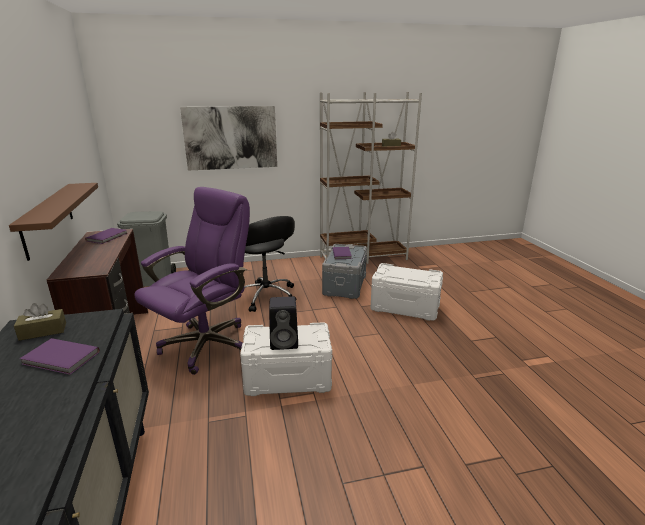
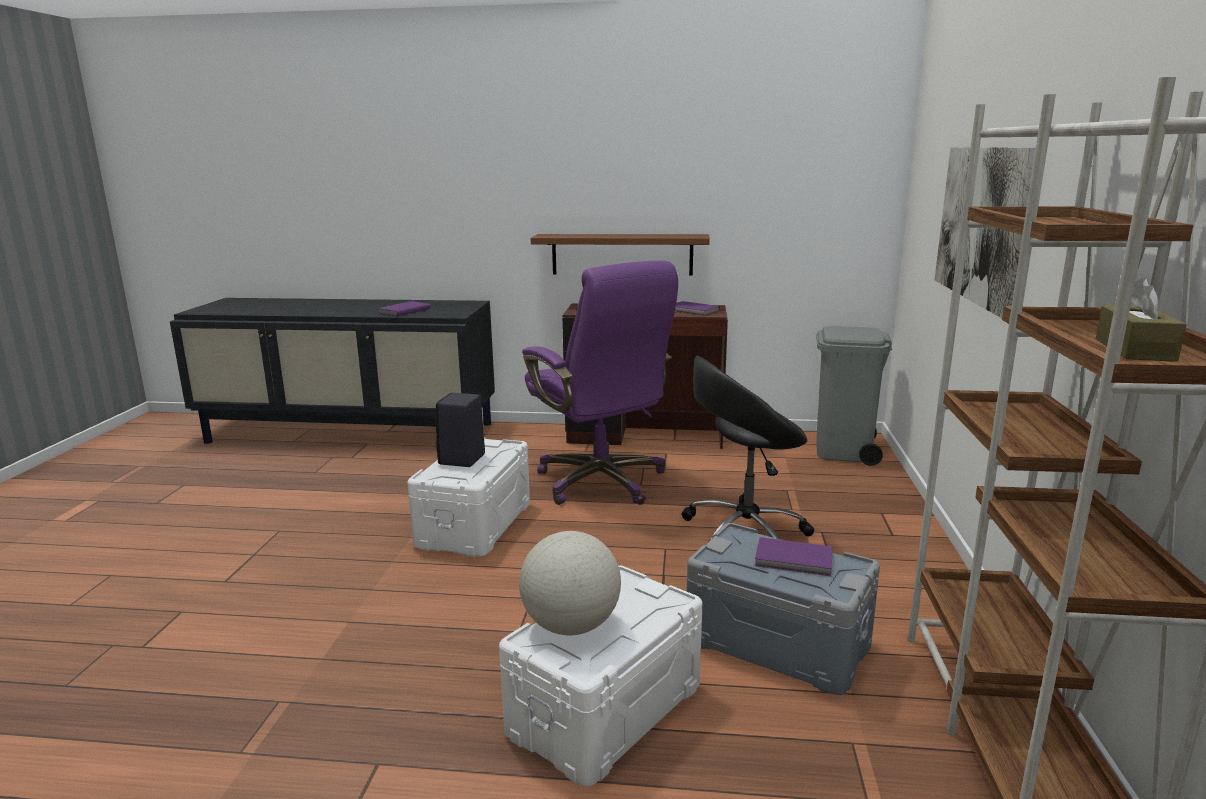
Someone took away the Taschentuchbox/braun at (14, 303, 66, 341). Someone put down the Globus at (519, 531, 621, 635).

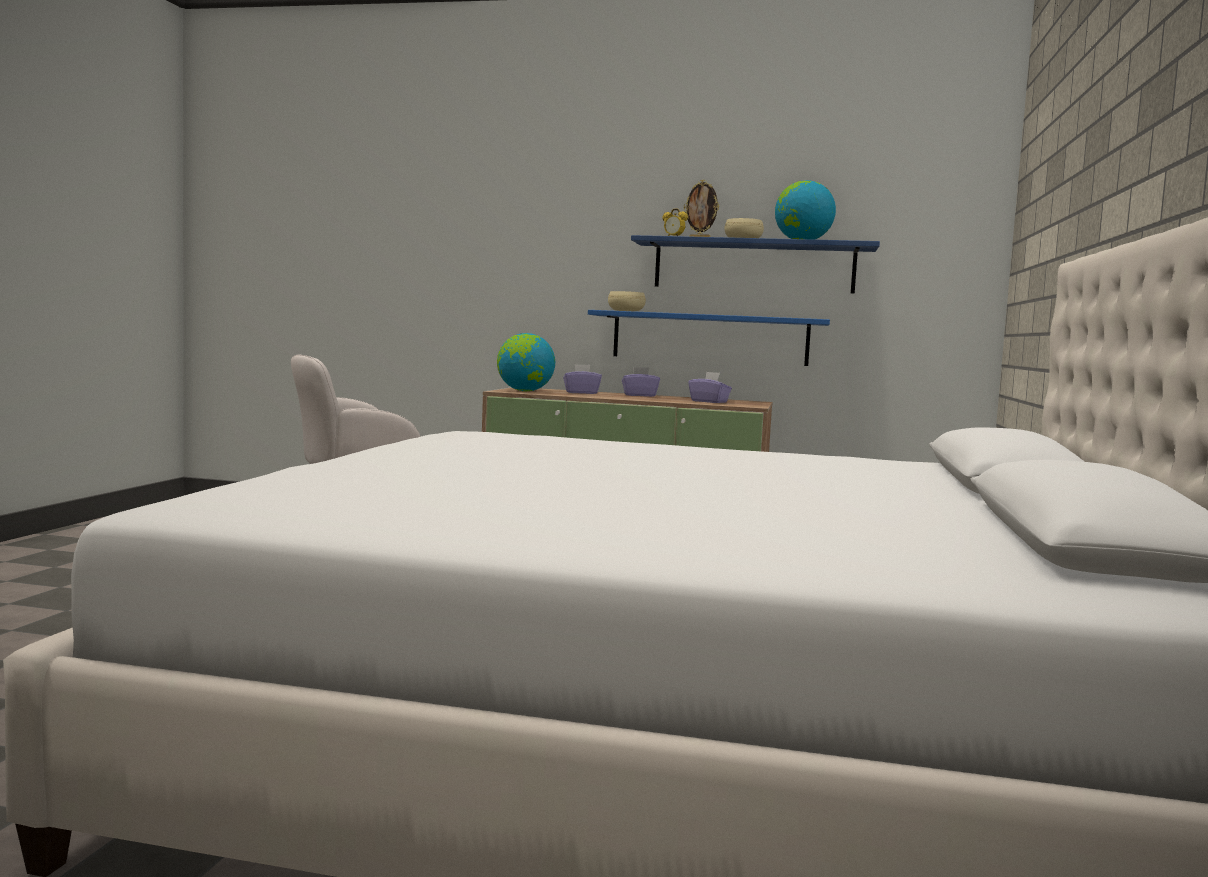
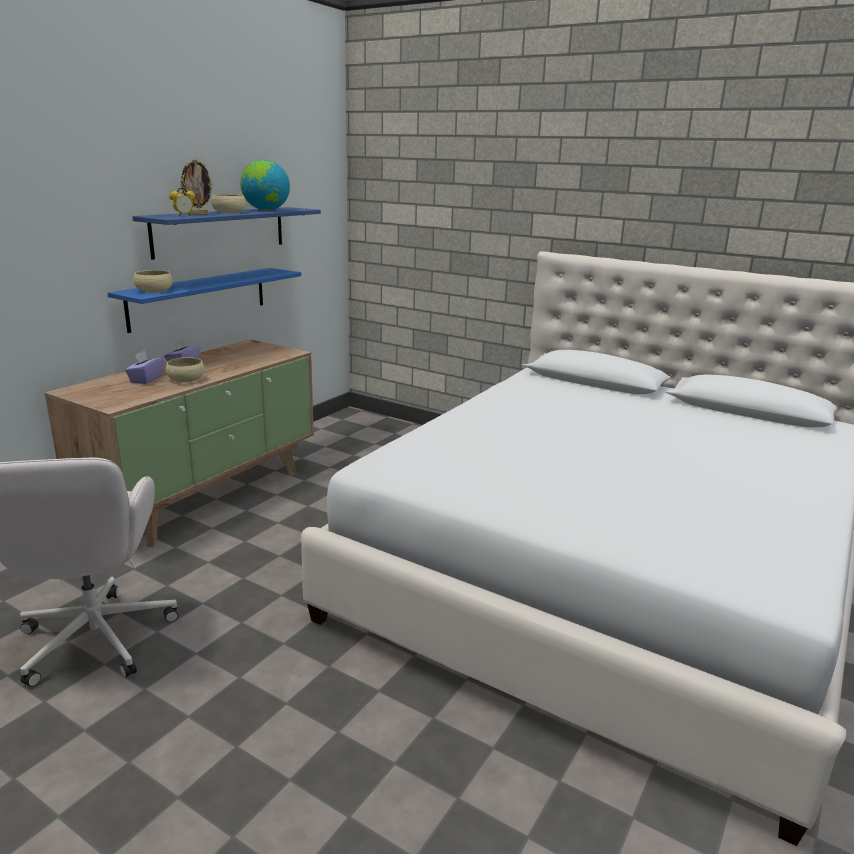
Someone took away the Globus at (497, 333, 555, 391). Someone took away the Taschentuchbox/lila at (688, 372, 732, 403). Someone put down the Schüssel/beige at (166, 357, 205, 382).

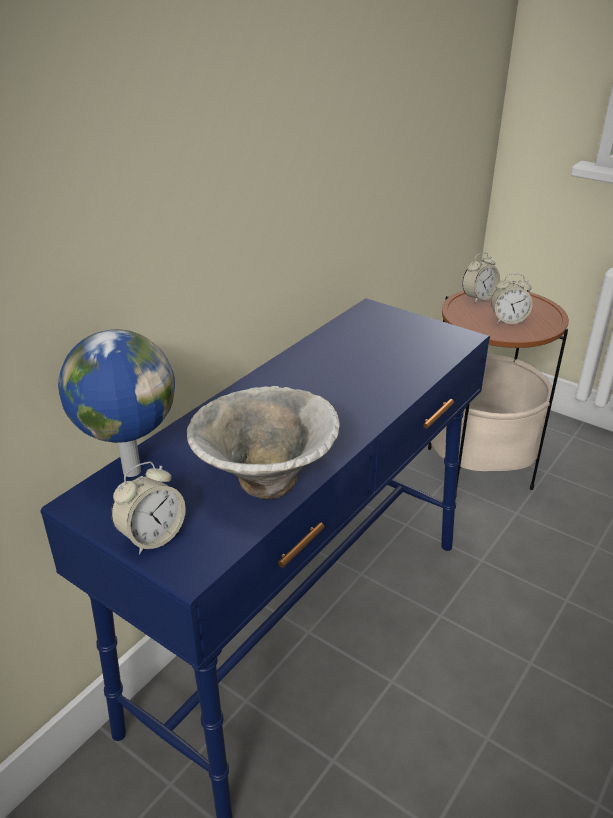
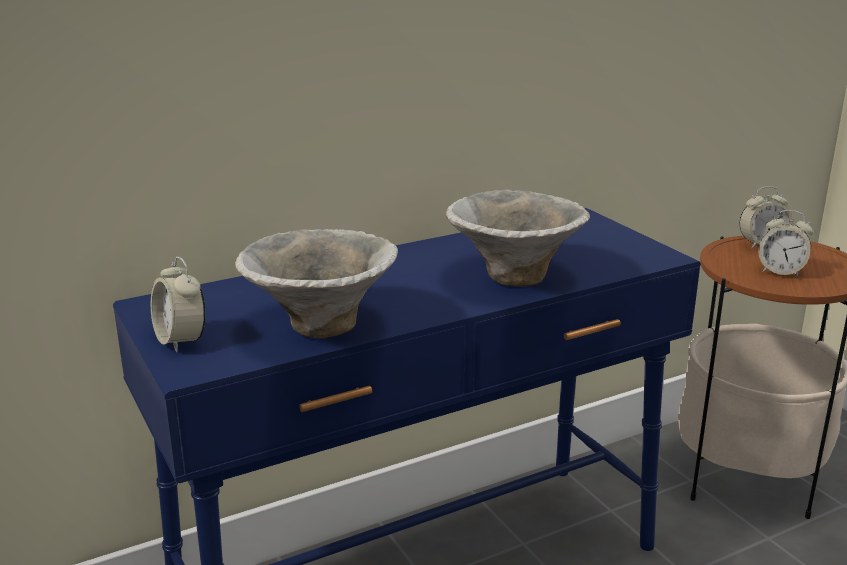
Someone took away the Globus at (58, 329, 175, 477). Someone put down the Schüssel at (446, 189, 590, 286). Someone rotated the Wecker at (111, 461, 186, 554) by 75 degrees clockwise.

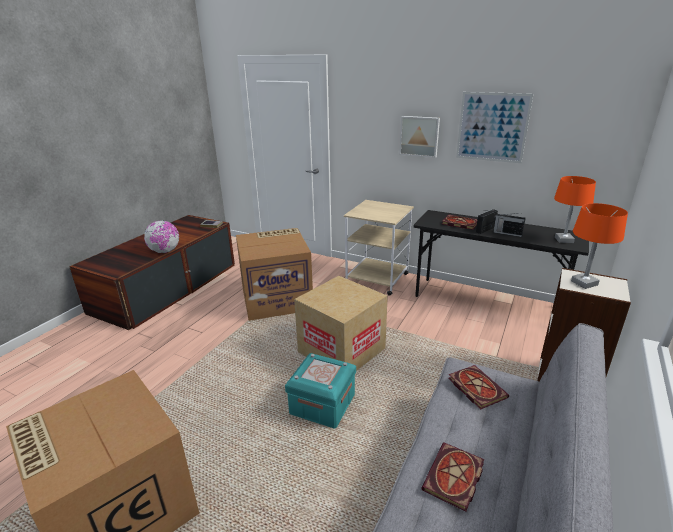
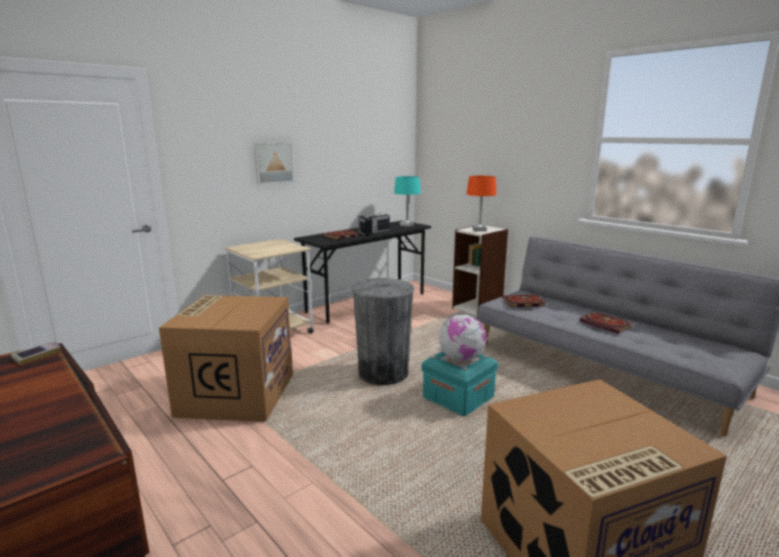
Someone took away the Bild at (456, 92, 533, 163). Someone carried the Globus from (144, 220, 179, 253) to (439, 314, 487, 362). Someone swapped the Karton at (294, 276, 388, 371) for the Mülleimer/grau at (352, 278, 414, 385). Someone repainted the Tischlampe/orange at (554, 176, 596, 243), which became the Tischlampe/türkis at (394, 176, 421, 227).

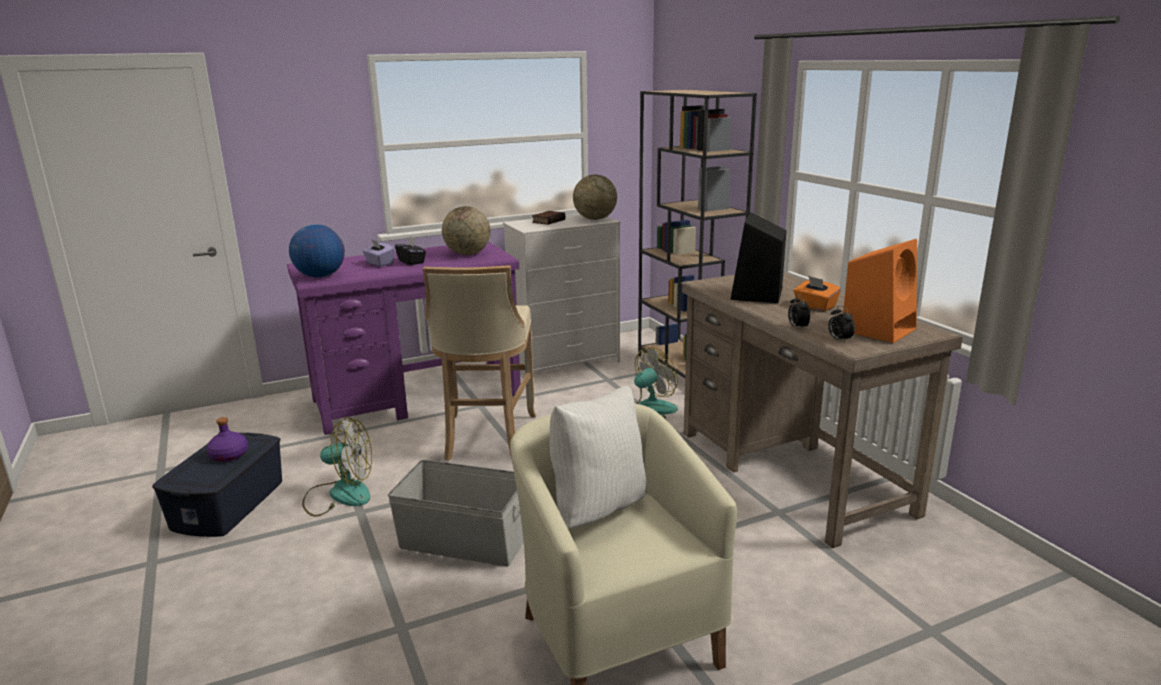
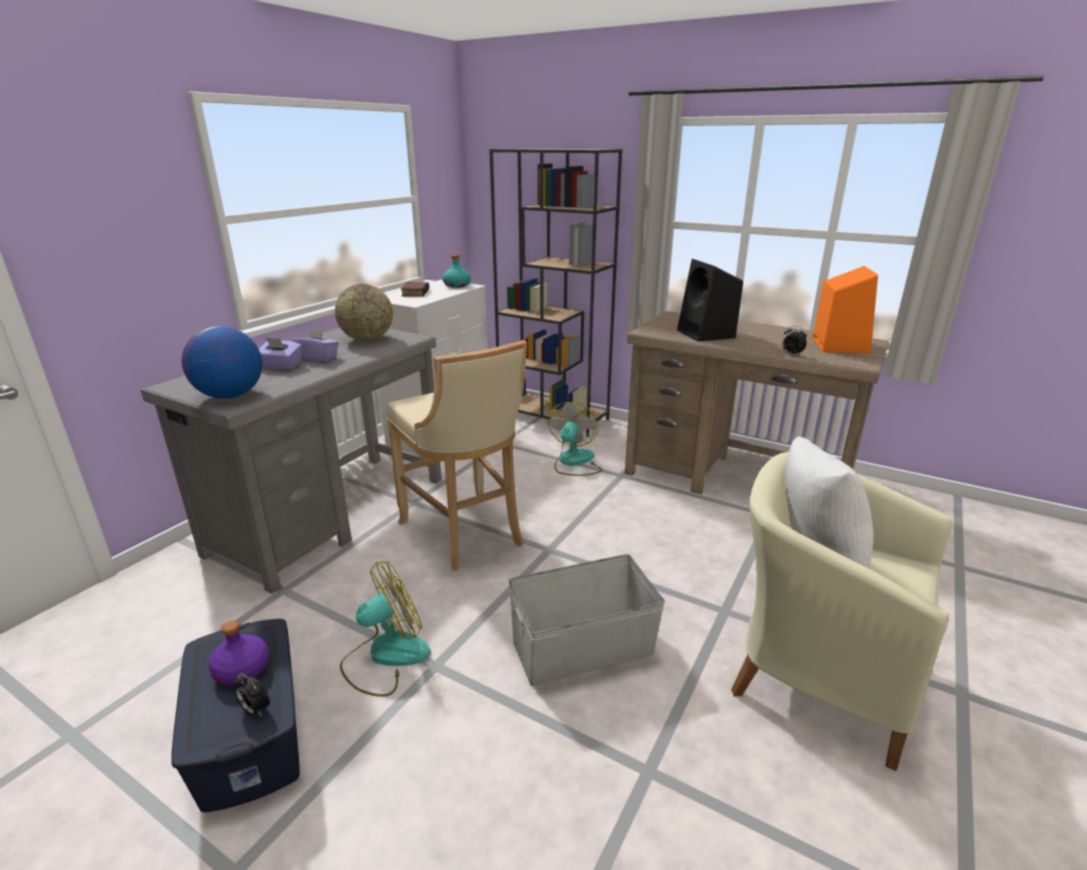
Someone took away the Taschentuchbox/orange at (794, 276, 841, 311). Someone carried the Wecker from (828, 306, 855, 342) to (233, 673, 270, 717). Someone swapped the Globus at (573, 175, 617, 220) for the Flasche/türkis at (442, 255, 471, 288). Someone repainted the Schreibtisch/lila at (287, 241, 521, 435), which became the Schreibtisch/grau at (141, 328, 441, 593). Someone repainted the Taschentuchbox/schwarz at (395, 237, 426, 265), which became the Taschentuchbox/lila at (292, 328, 339, 362).

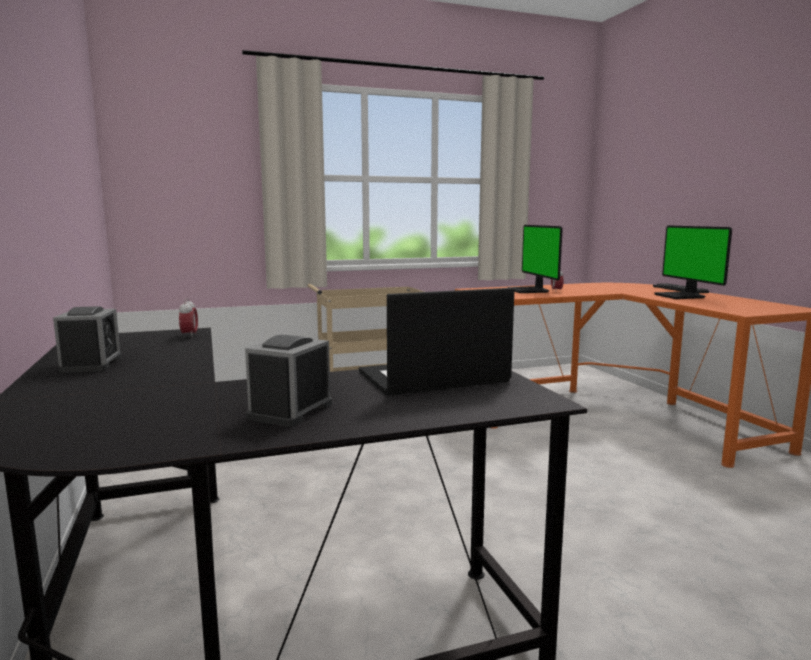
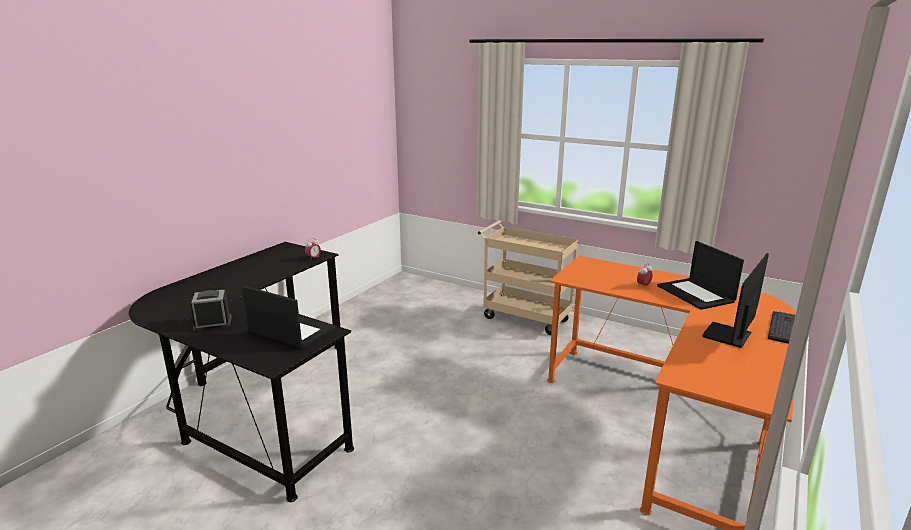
Someone took away the Wecker at (53, 306, 121, 373). Someone took away the Monitor at (507, 225, 563, 293). Someone put down the Laptop at (657, 241, 744, 310).

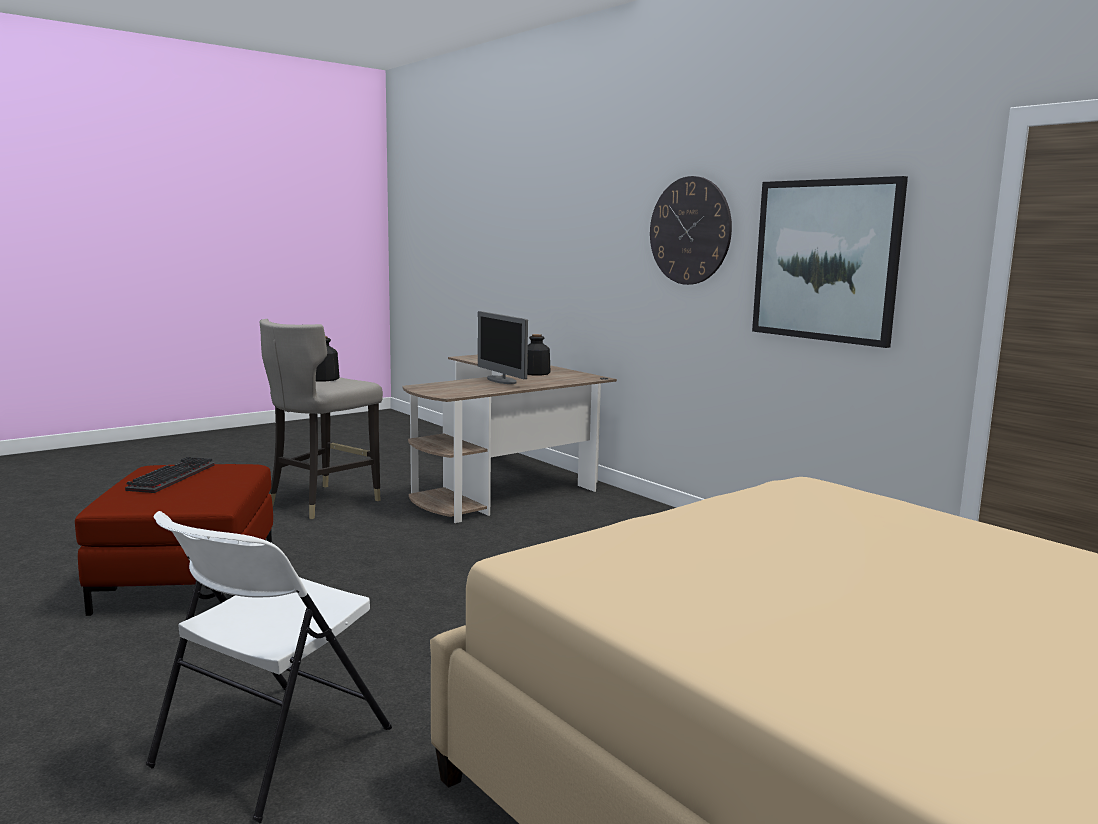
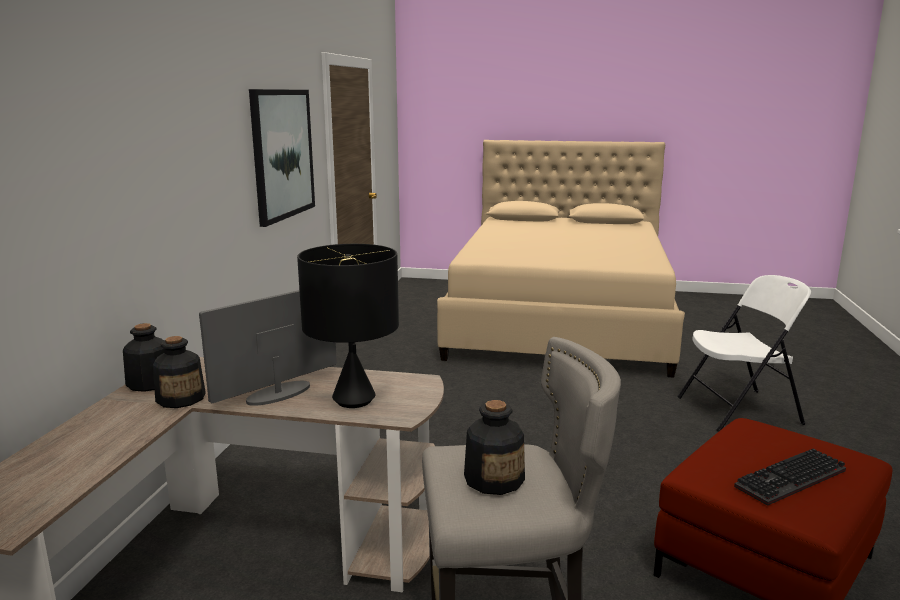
Someone took away the Wanduhr at (650, 176, 732, 285). Someone put down the Flasche at (123, 323, 164, 392). Someone put down the Tischlampe/schwarz at (297, 244, 399, 408). Someone rotated the Monitor at (478, 311, 528, 384) by 150 degrees counterclockwise.

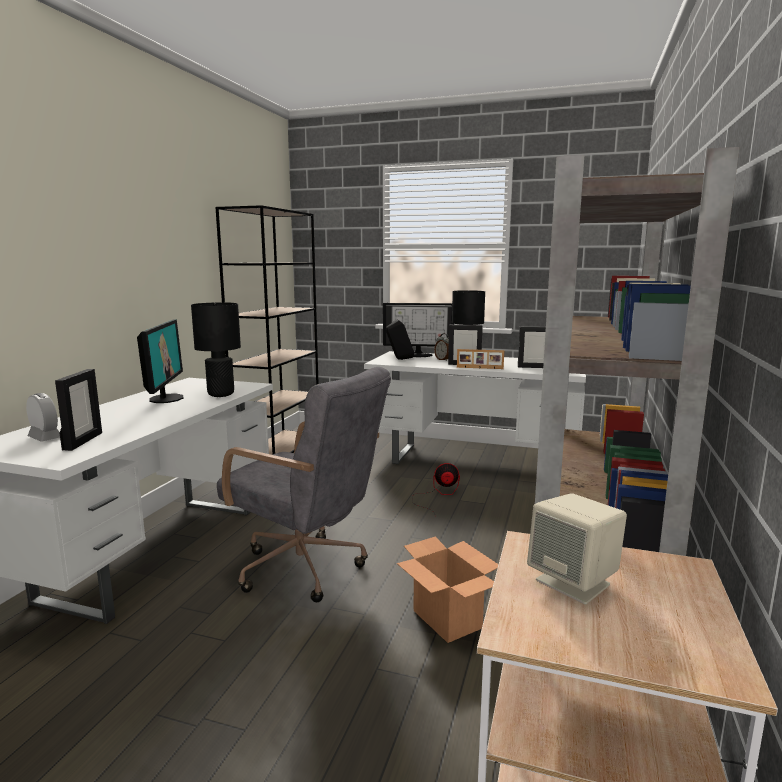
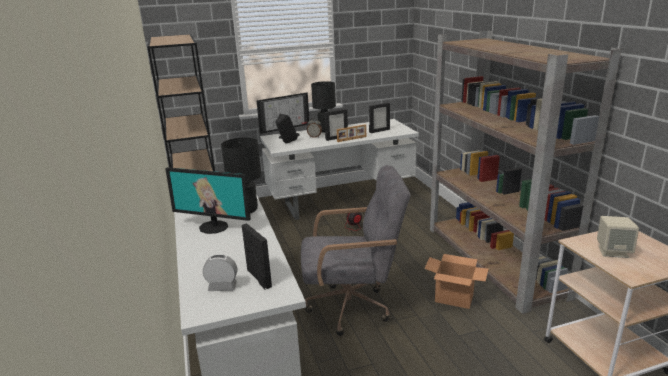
Someone rotated the Monitor at (137, 319, 184, 403) by 150 degrees clockwise.

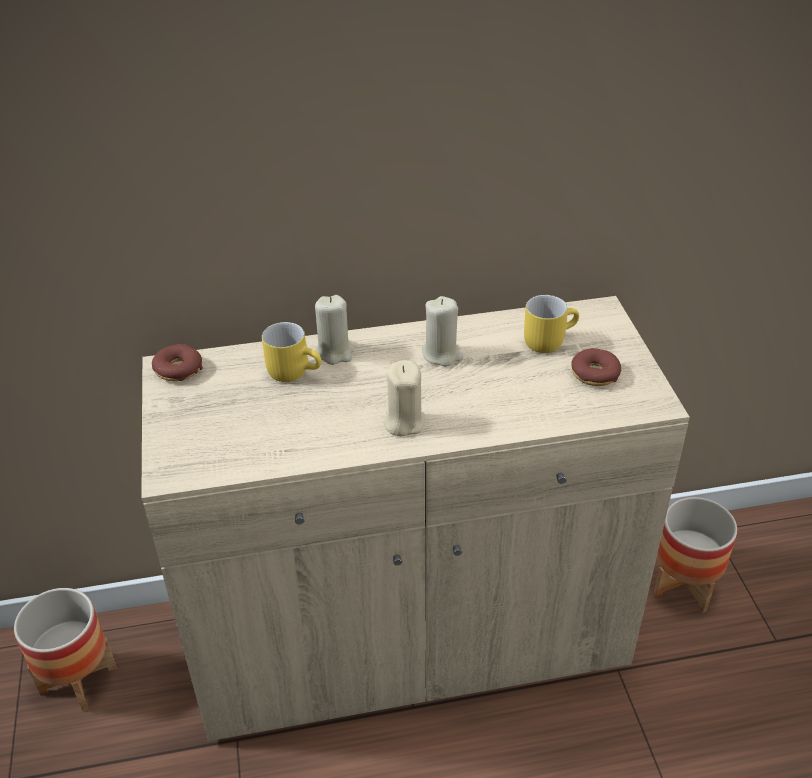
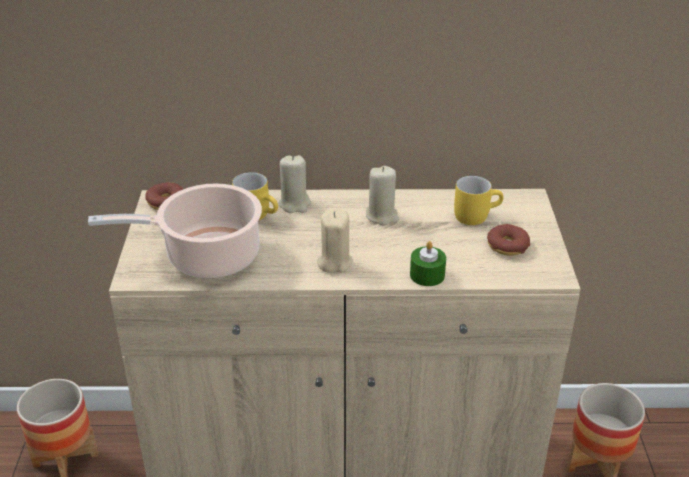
Someone put down the Kochtopf at (88, 183, 262, 278). Someone put down the Kerze/grün at (410, 241, 446, 286).

